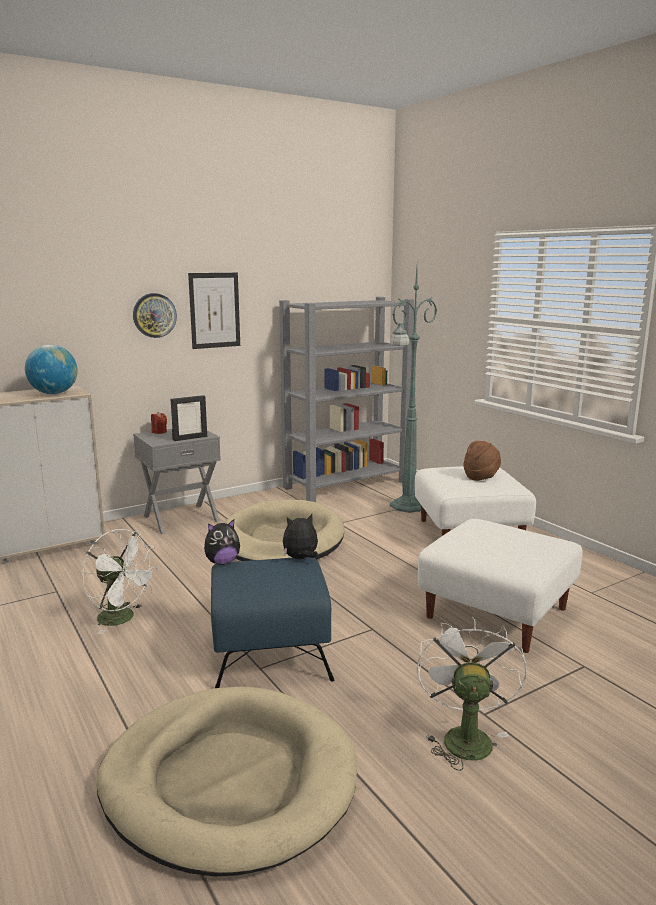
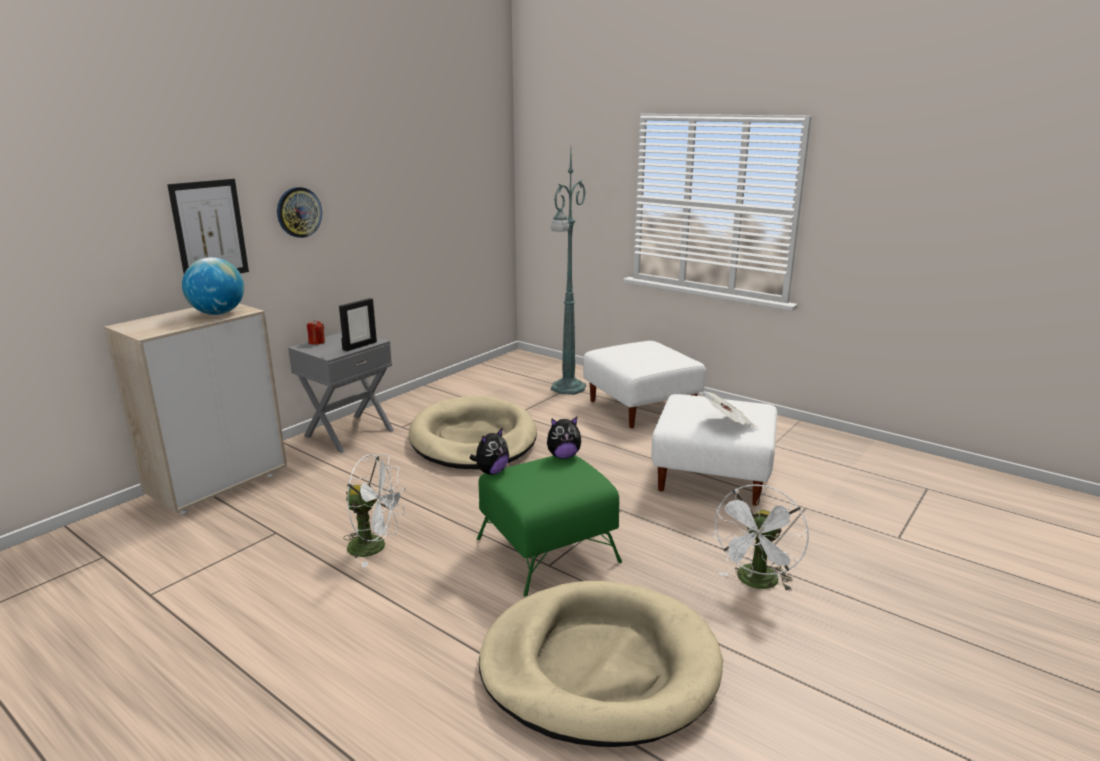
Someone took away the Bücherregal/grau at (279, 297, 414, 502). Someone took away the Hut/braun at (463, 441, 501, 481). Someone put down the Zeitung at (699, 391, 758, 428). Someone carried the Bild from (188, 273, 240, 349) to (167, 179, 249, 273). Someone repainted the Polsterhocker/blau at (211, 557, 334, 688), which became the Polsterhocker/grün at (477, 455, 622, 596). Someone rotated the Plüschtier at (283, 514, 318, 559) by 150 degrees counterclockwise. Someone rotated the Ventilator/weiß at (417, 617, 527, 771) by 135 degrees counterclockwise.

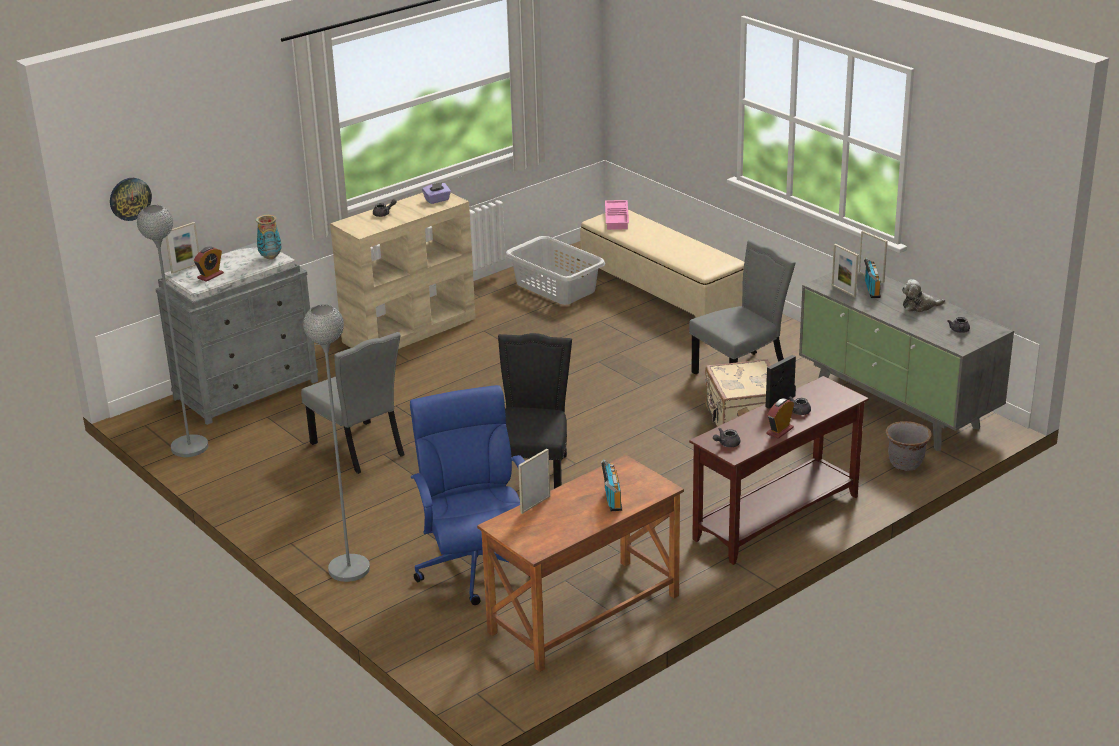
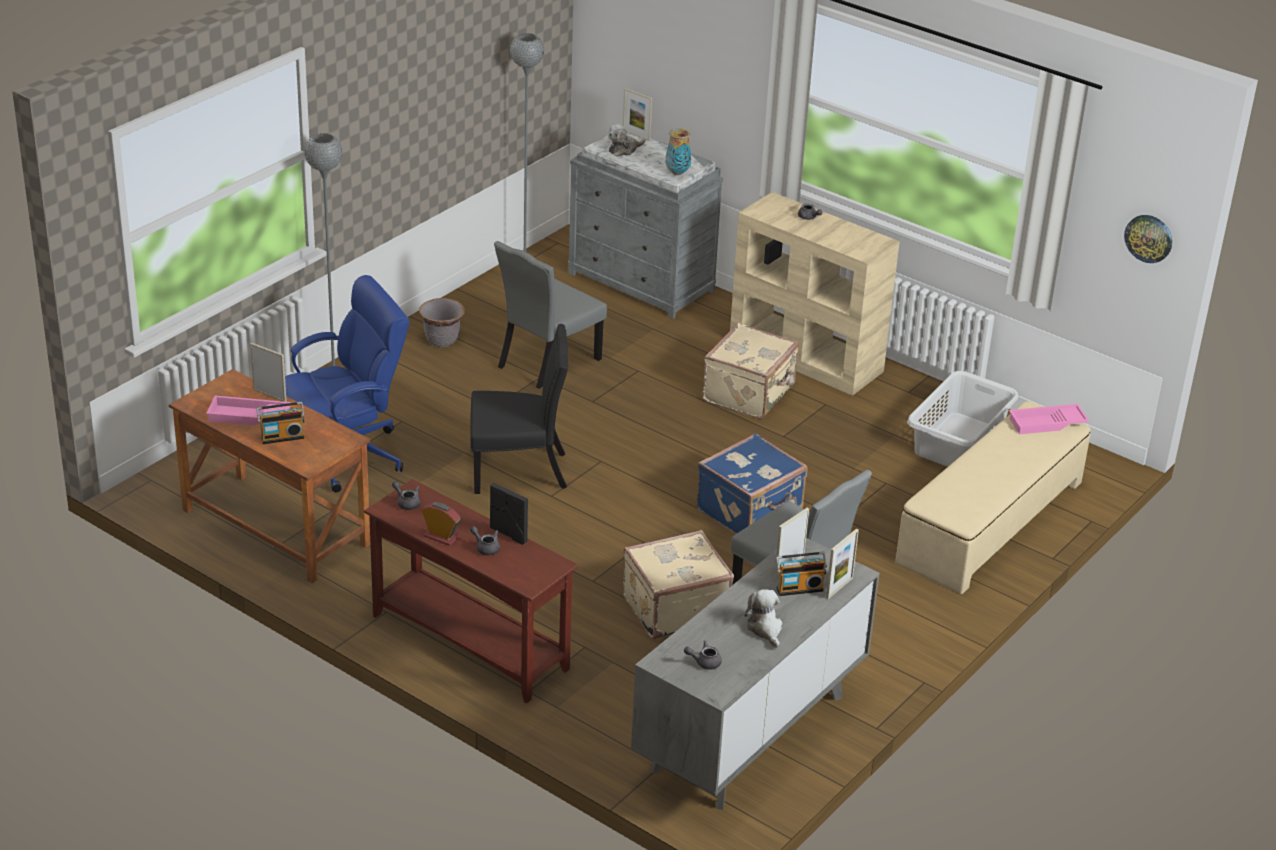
Someone took away the Taschentuchbox/lila at (422, 182, 451, 204). Someone put down the Tablett/rosa at (206, 396, 292, 426). Someone put down the Koffer/blau at (696, 433, 808, 534). Someone put down the Koffer/beige at (702, 323, 799, 419). Someone carried the Wanduhr from (110, 178, 152, 221) to (1124, 215, 1172, 263). Someone carried the Pflanzkübel/grau from (886, 421, 932, 471) to (419, 298, 465, 347). Someone swapped the Wecker at (194, 246, 224, 282) for the Plüschtier at (608, 124, 646, 157).

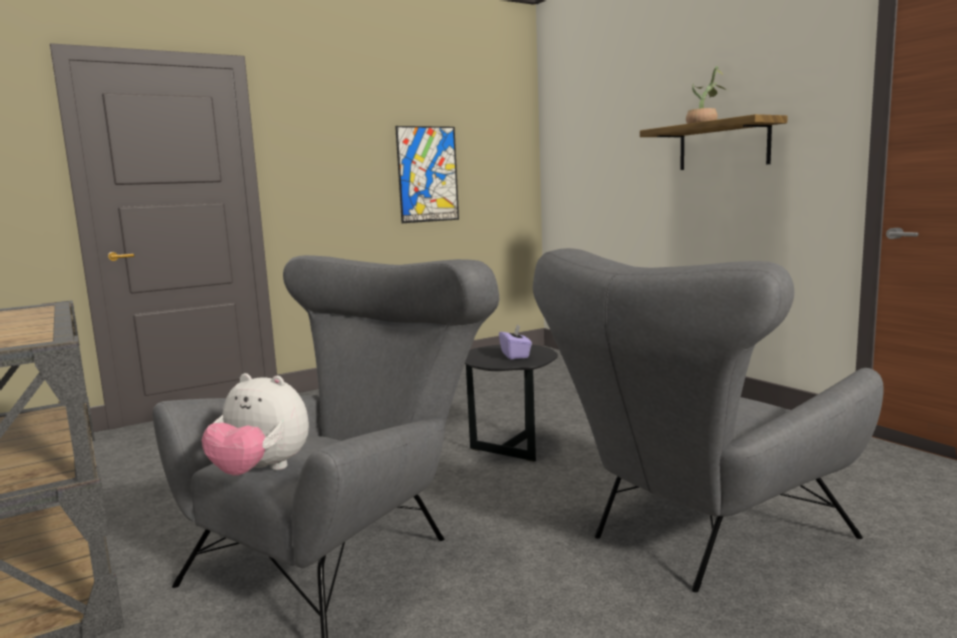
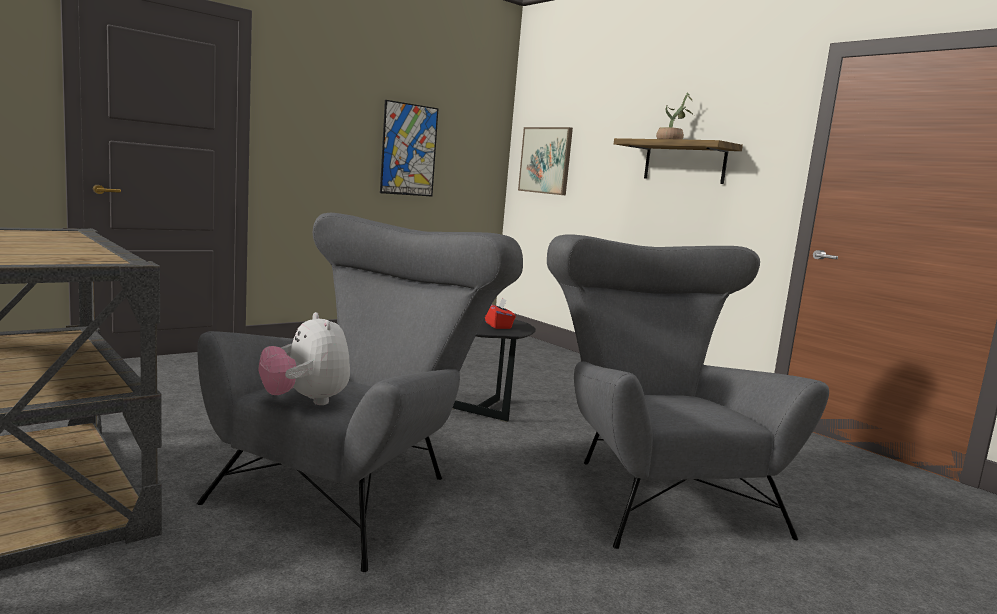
Someone put up the Bild at (518, 127, 573, 195). Someone repainted the Taschentuchbox/lila at (499, 325, 532, 359), which became the Taschentuchbox/rot at (485, 297, 516, 329). Someone rotated the Plüschtier at (202, 373, 309, 476) by 45 degrees clockwise. Someone rotated the Sessel/grau at (533, 248, 884, 592) by 120 degrees clockwise.

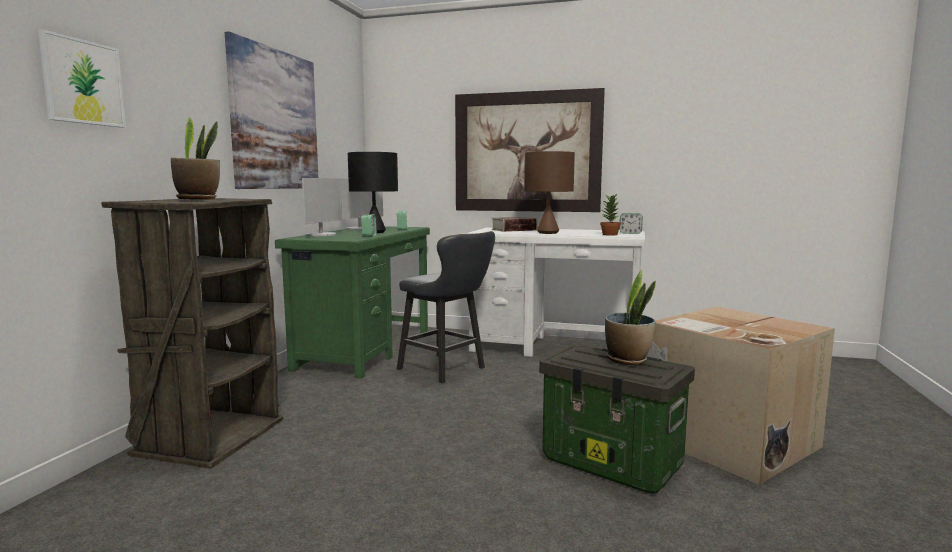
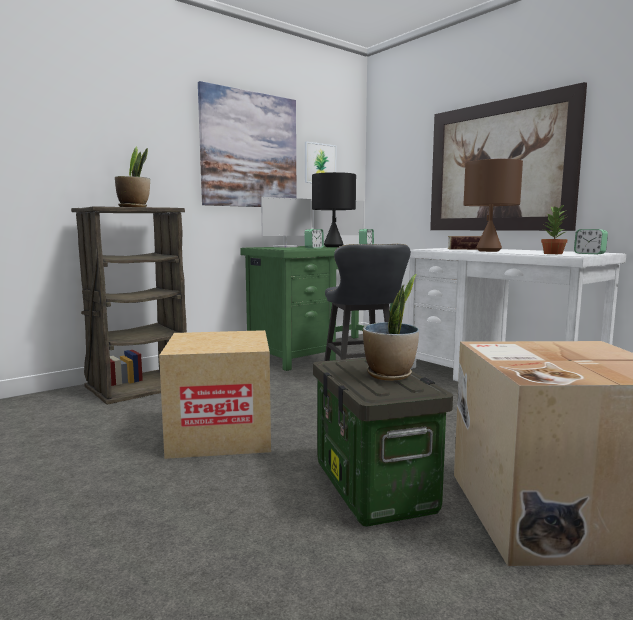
Someone put down the Karton at (159, 330, 271, 459). Someone carried the Bild from (38, 29, 126, 128) to (305, 142, 336, 183).

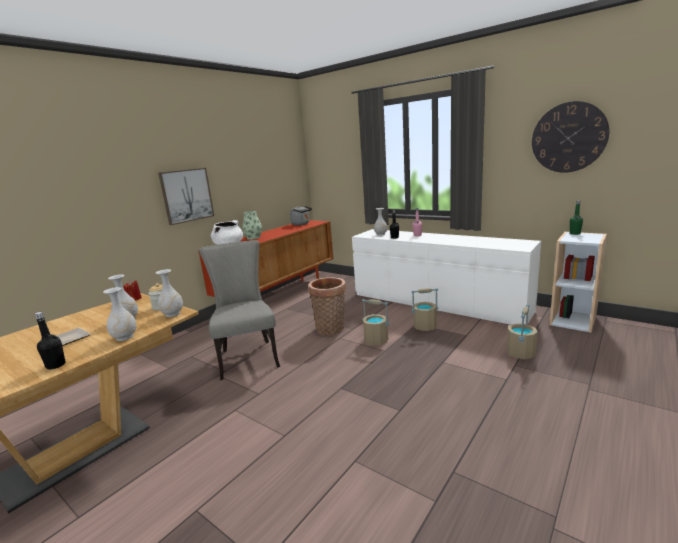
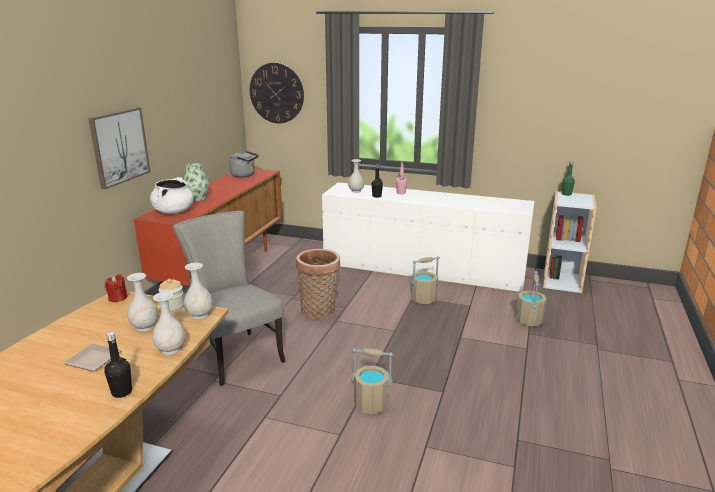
Someone carried the Eimer/beige from (362, 299, 389, 345) to (352, 348, 393, 414). Someone carried the Wanduhr from (532, 101, 609, 173) to (250, 63, 304, 123).

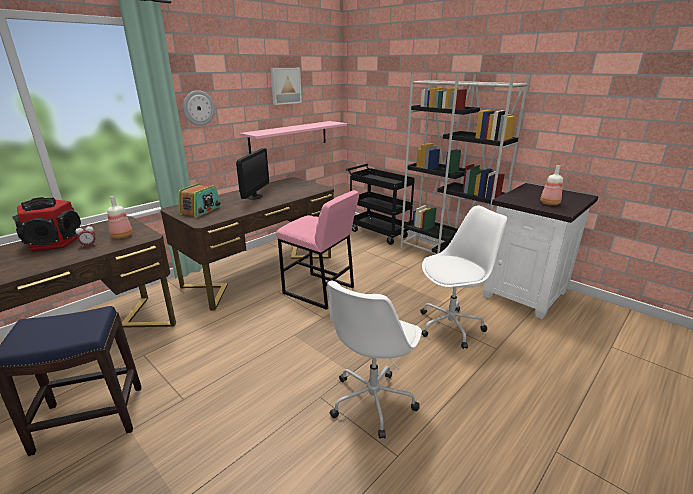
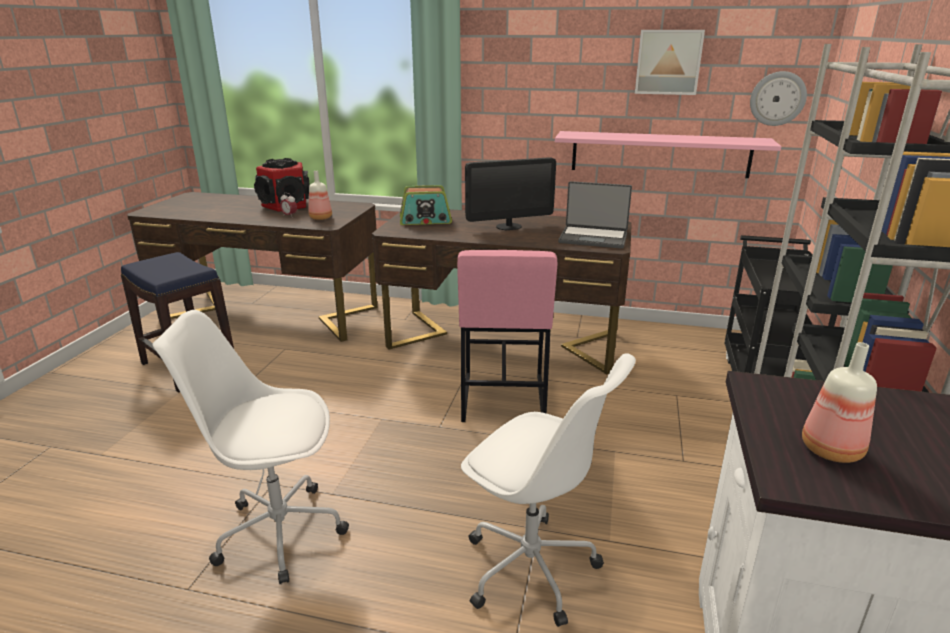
Someone put down the Laptop at (558, 181, 632, 249). Someone carried the Wanduhr from (183, 90, 215, 126) to (750, 71, 807, 126).

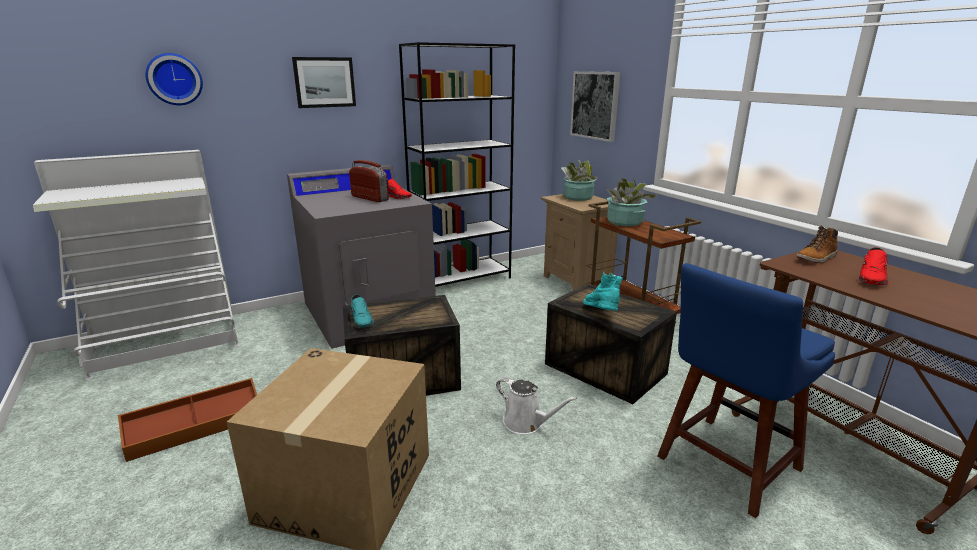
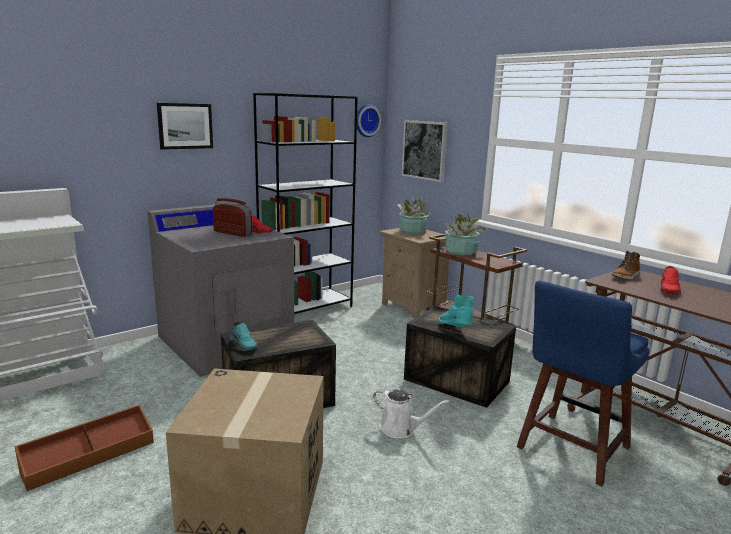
Someone carried the Wanduhr from (145, 53, 203, 105) to (357, 104, 381, 137).

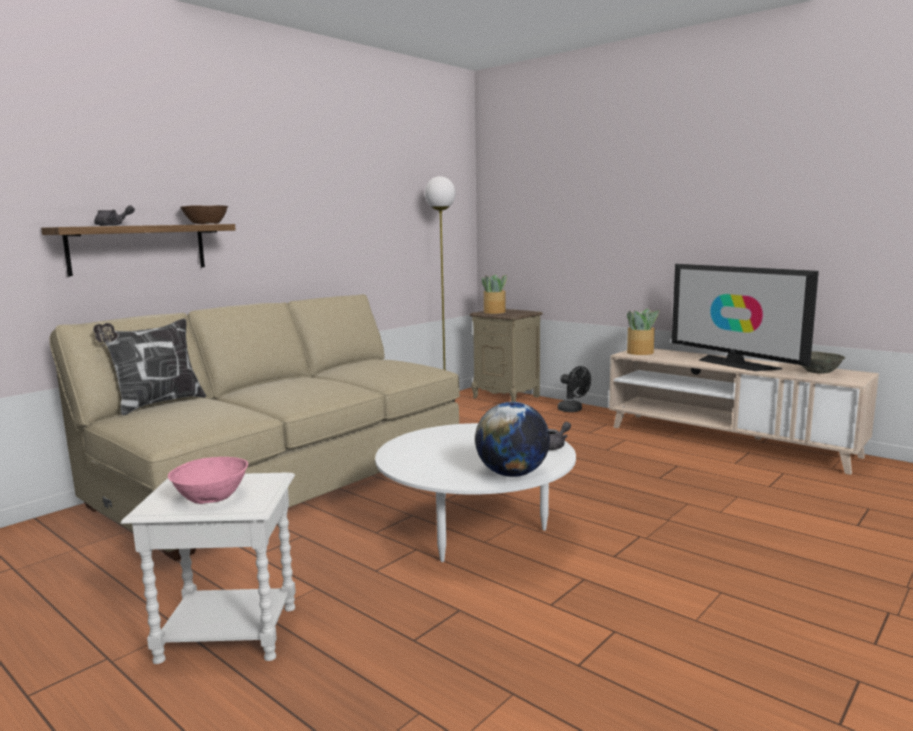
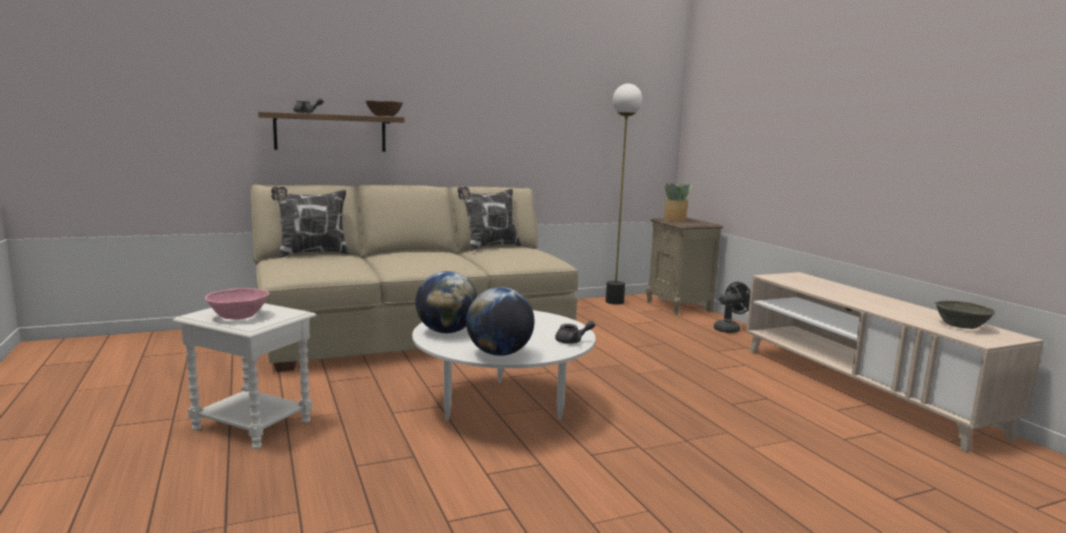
Someone took away the Topfpflanze at (627, 308, 660, 355). Someone took away the Fernseher at (672, 264, 819, 371). Someone put down the Globus at (415, 271, 478, 333). Someone put down the Kissen at (457, 187, 522, 251). Someone rotated the Ventilator/schwarz at (558, 366, 591, 412) by 105 degrees counterclockwise.

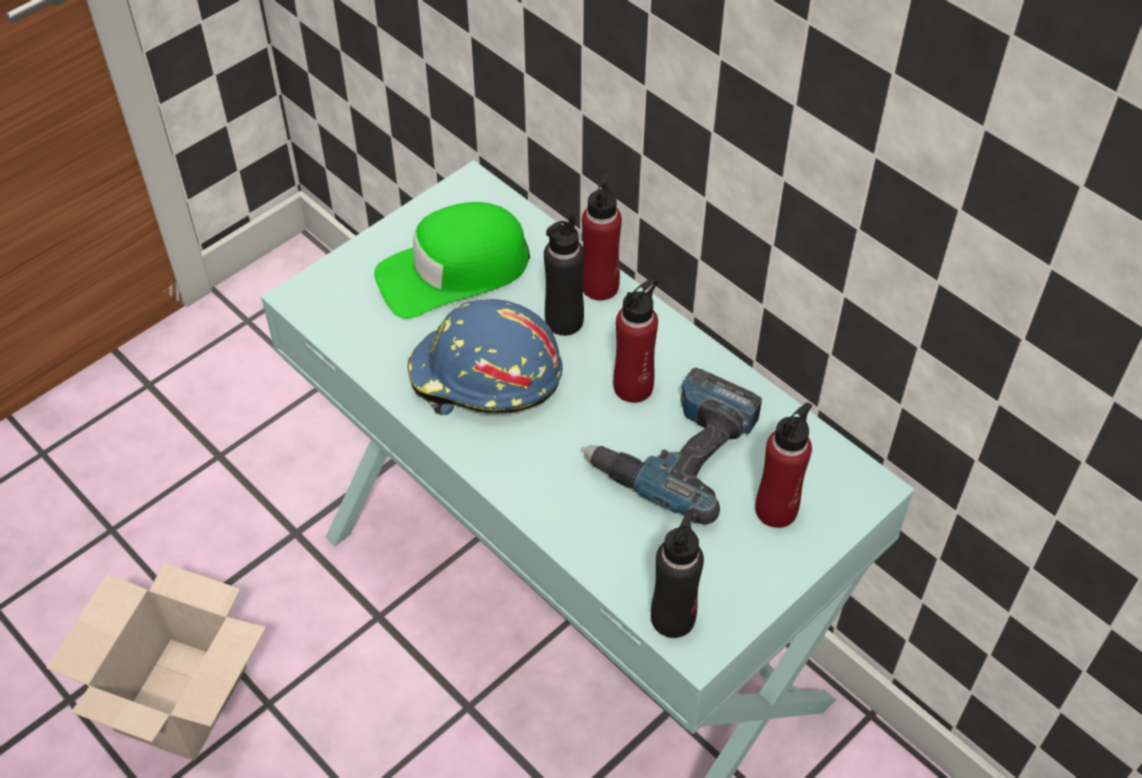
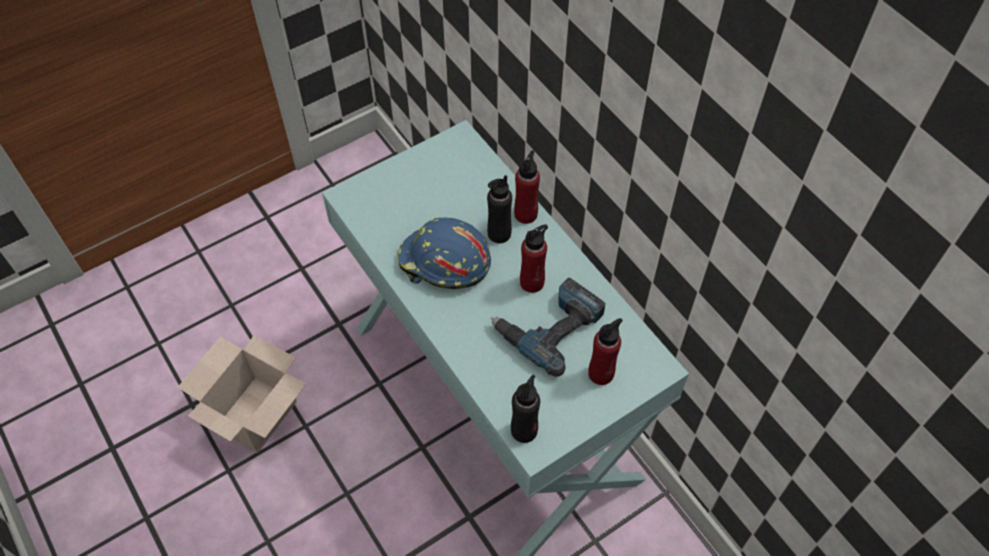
Someone took away the Kappe/grün at (374, 202, 530, 319).

